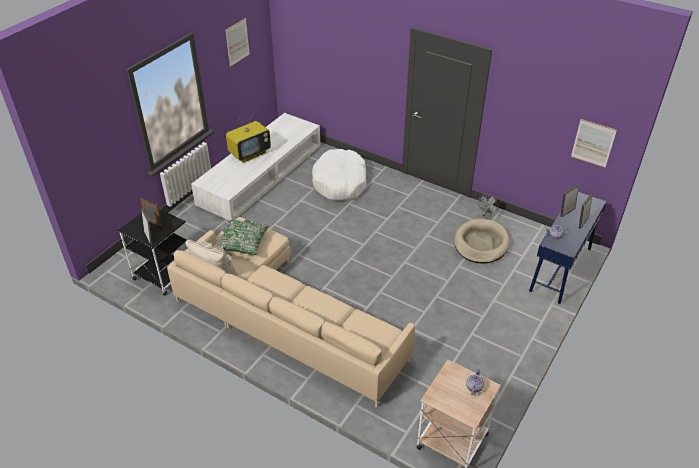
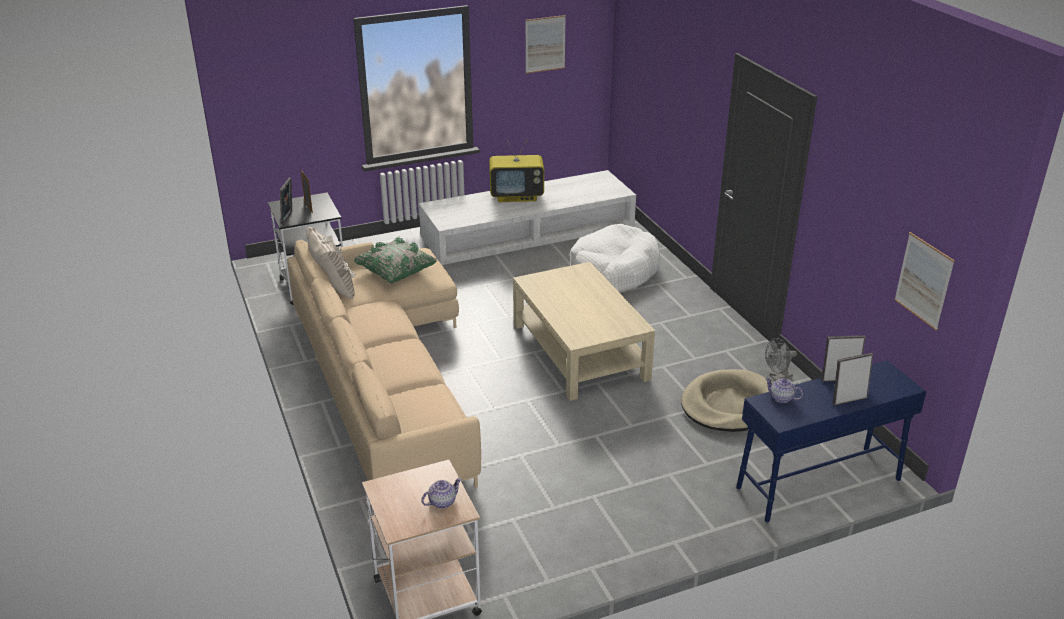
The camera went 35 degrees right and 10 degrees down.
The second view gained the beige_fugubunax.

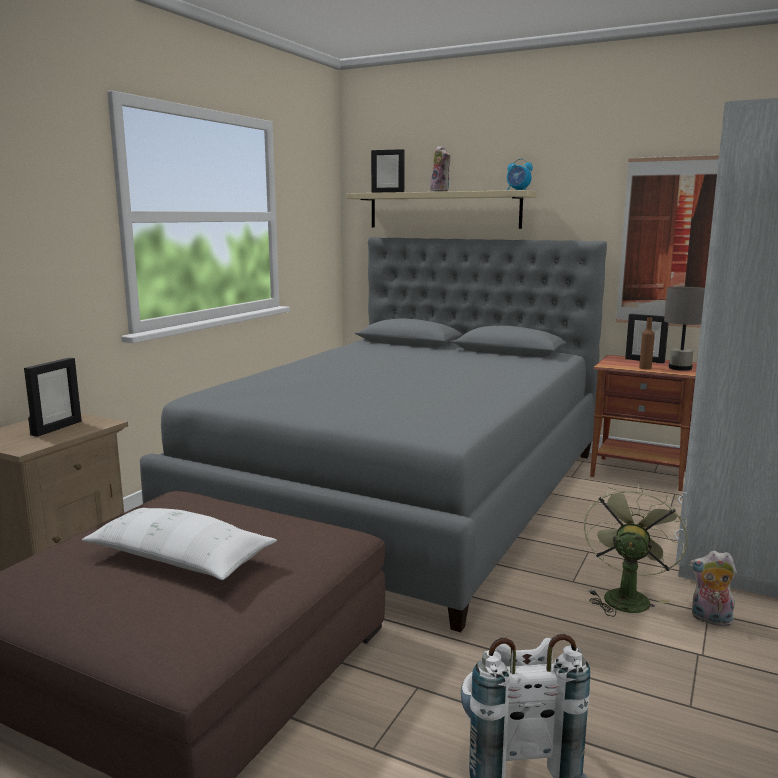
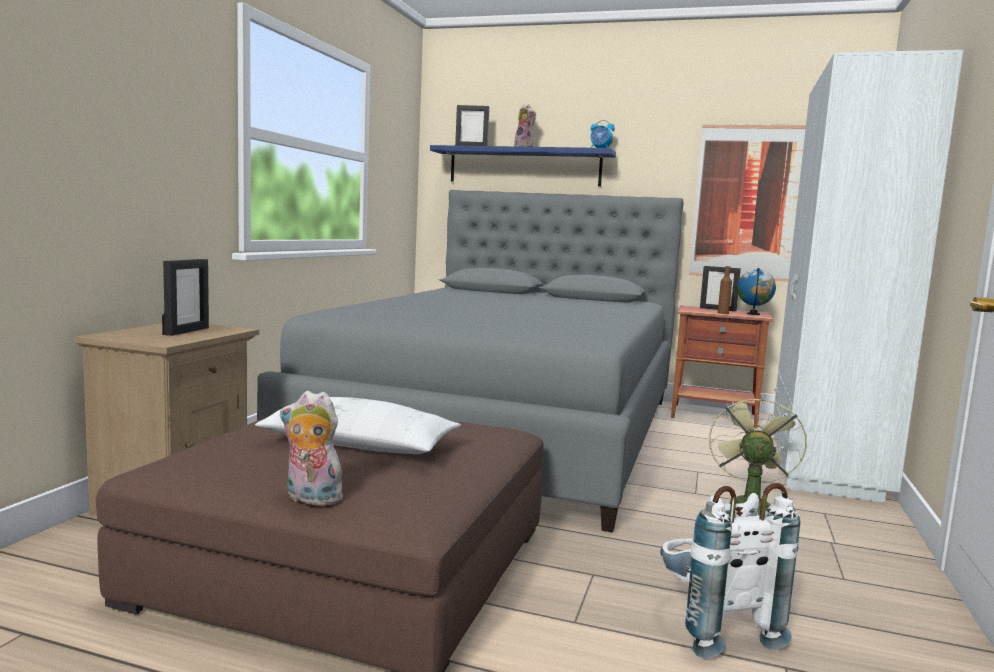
The camera went 10 degrees left and 5 degrees down.
The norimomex (2nd from left in the first image) ended up elsewhere.
Where the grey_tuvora stood, the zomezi came to stand.
What was the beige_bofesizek turned into the blue_bofesizek.

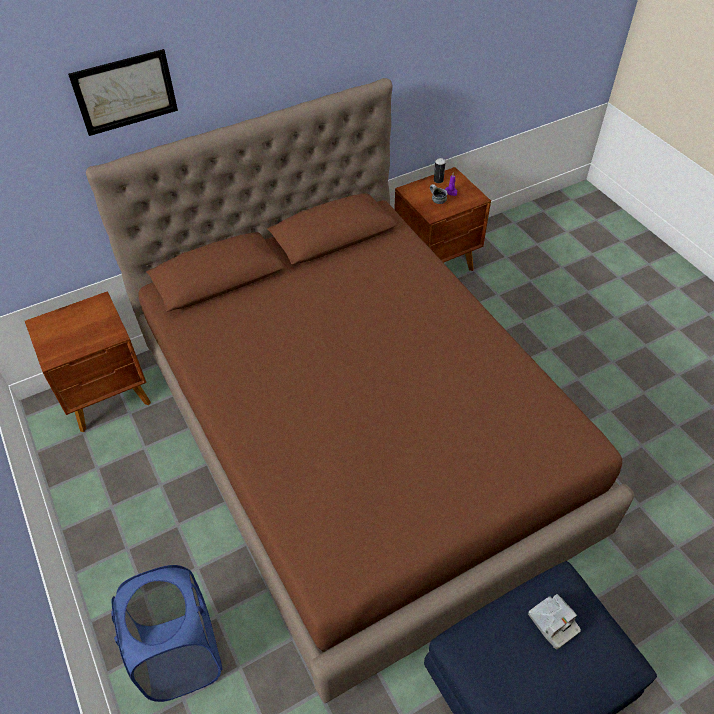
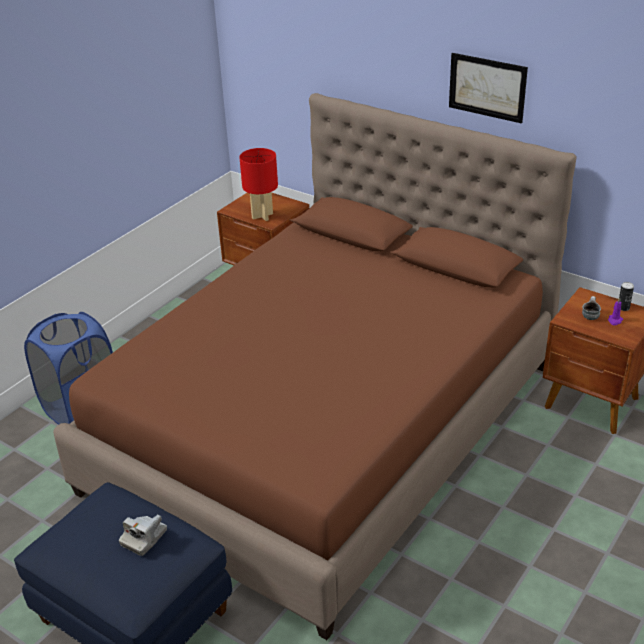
The camera went 65 degrees right and 15 degrees down.
The second view gained the red_tuvora.
The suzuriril ended up elsewhere.

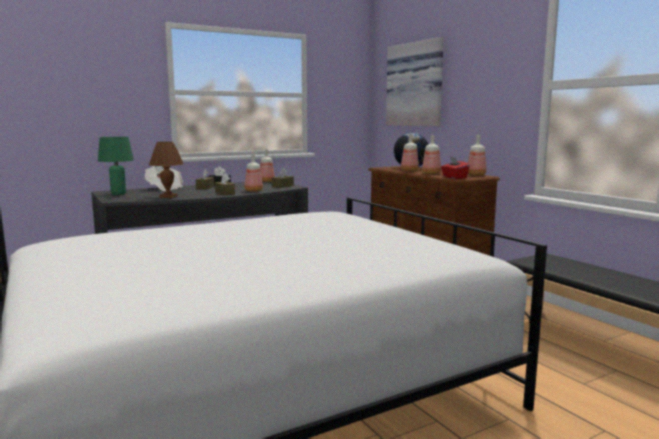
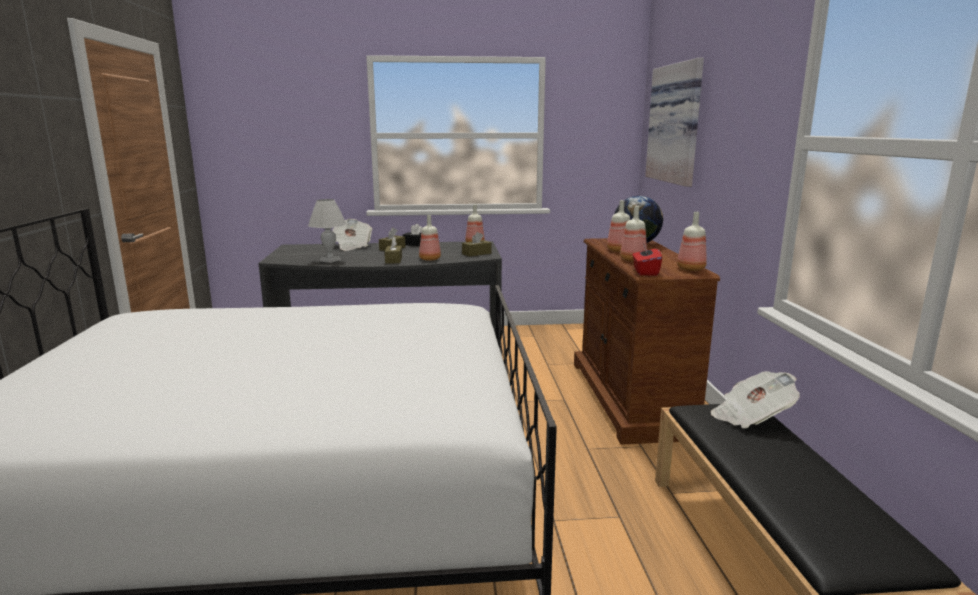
The camera went 25 degrees right and 5 degrees up.
The second view lost the green_tuvora.
The second view gained the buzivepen (2nd from left).
What was the brown_tuvora turned into the white_tuvora.

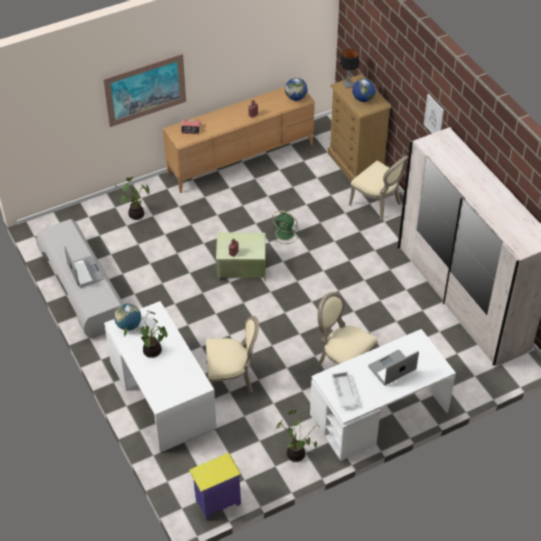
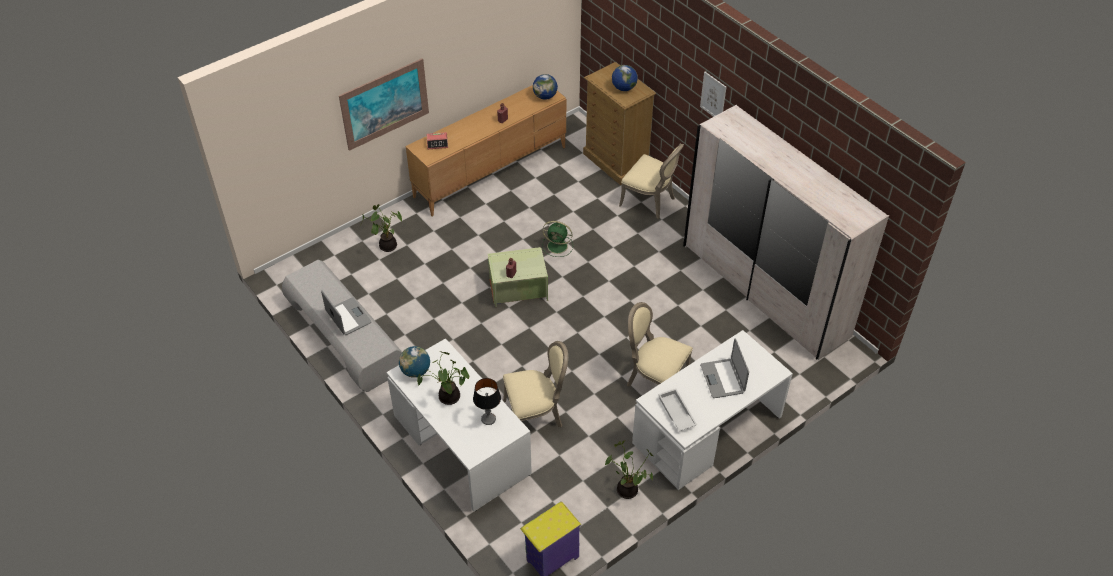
The camera went 10 degrees left and 0 degrees up.
The tuvora ended up elsewhere.
The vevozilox (2nd from left) ended up facing another way, 60 degrees counterclockwise from before.

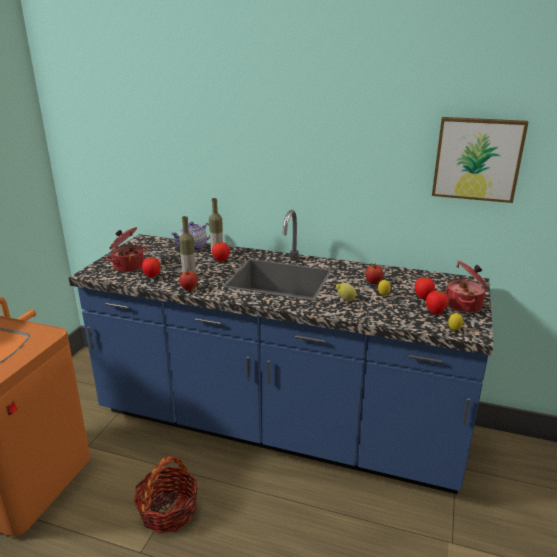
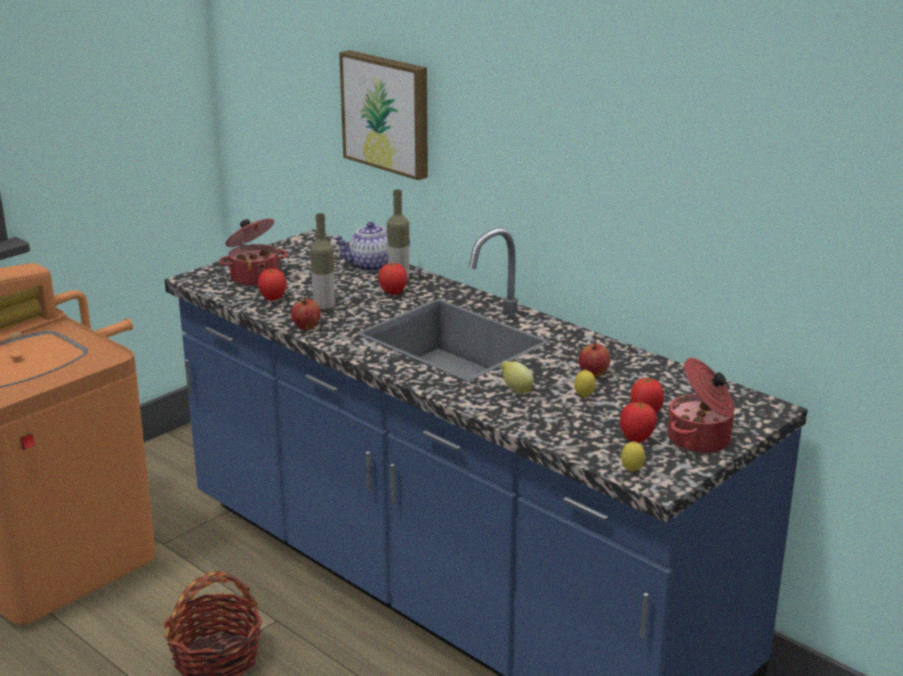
The camera went 25 degrees right and 0 degrees up.
The suzuriril ended up elsewhere.

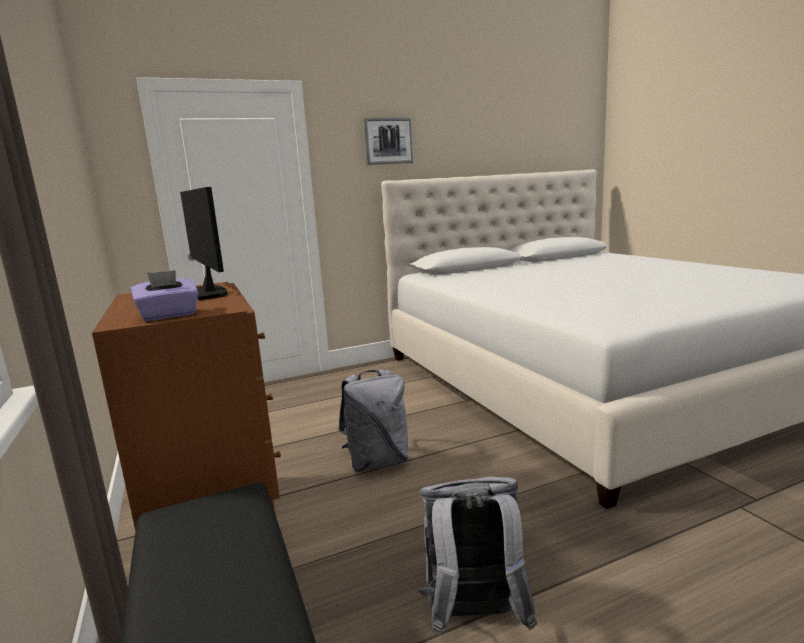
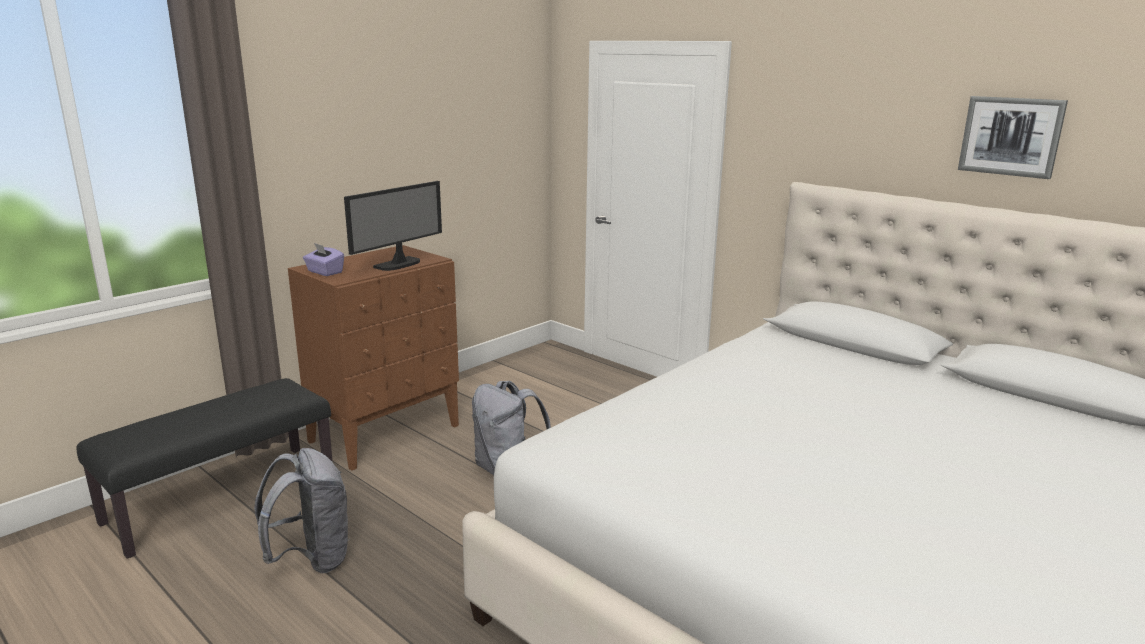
The camera went 65 degrees right and 5 degrees up.
The suzuriril ended up elsewhere.

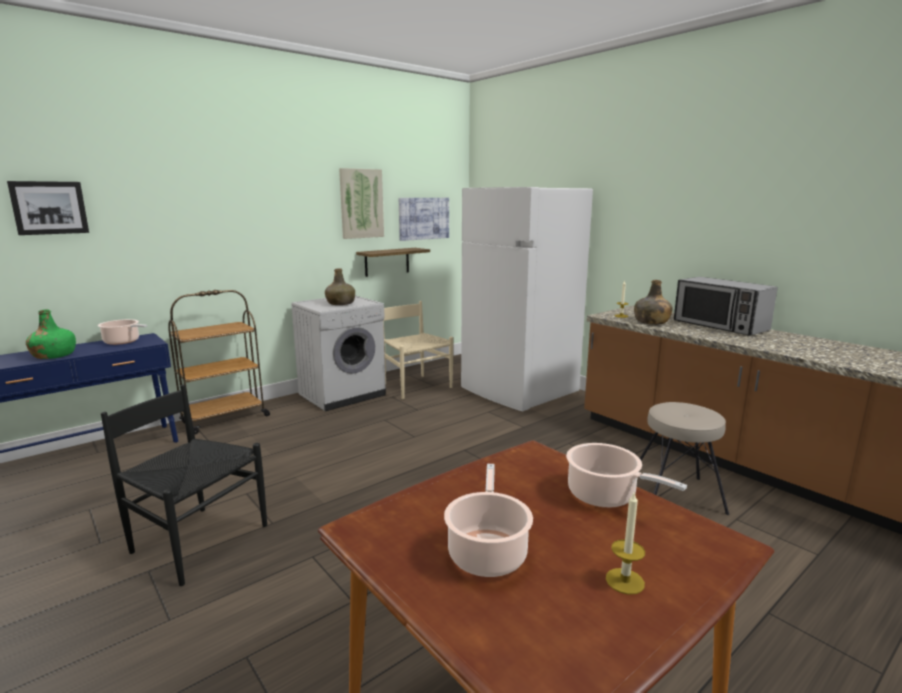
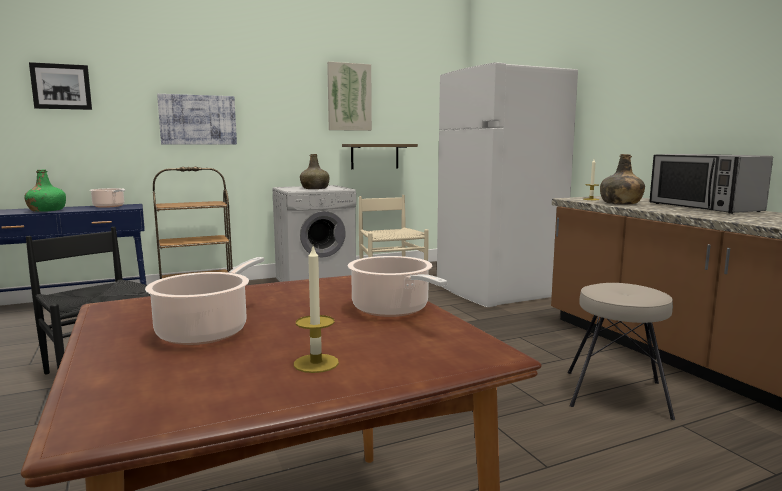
The camera went 15 degrees right and 5 degrees down.
The suzuriril (3rd from left in the first image) ended up elsewhere.

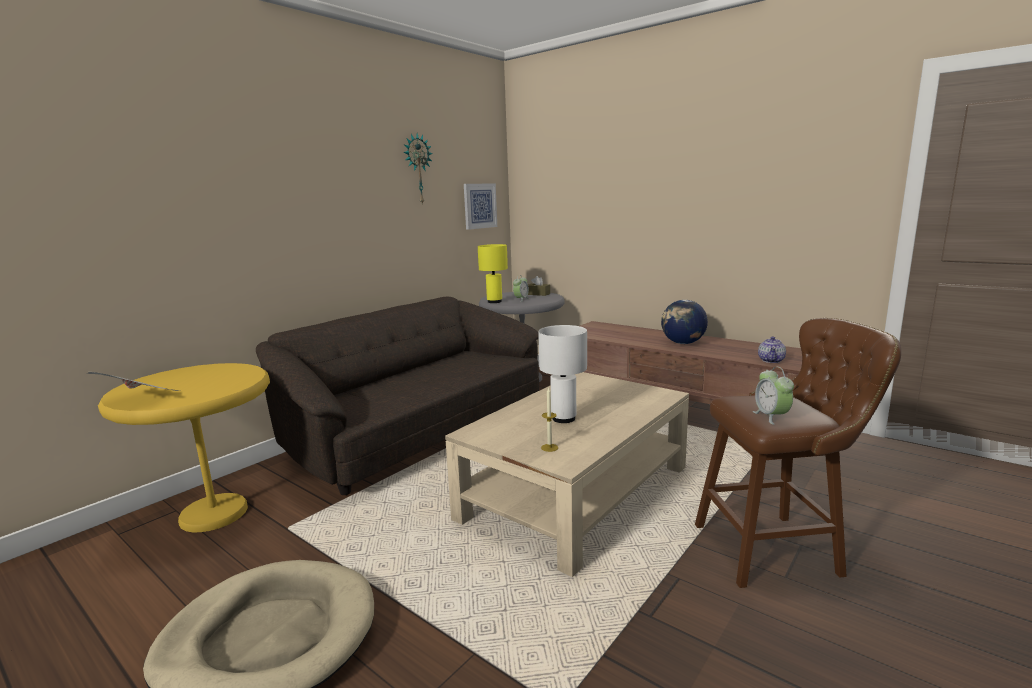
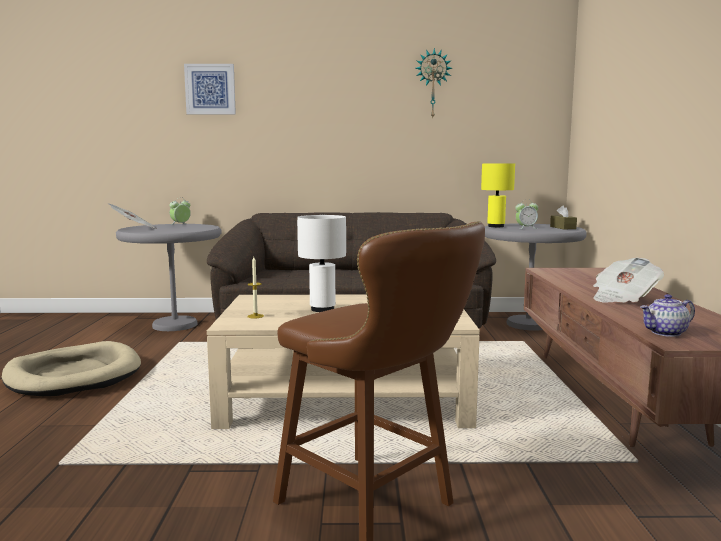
The camera went 50 degrees right and 5 degrees down.
The suzuriril ended up elsewhere.
The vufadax (2nd from left in the first image) ended up elsewhere.
Where the zomezi stood, the buzivepen (2nd from left) came to stand.
What was the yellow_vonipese turned into the grey_vonipese (1st from left).

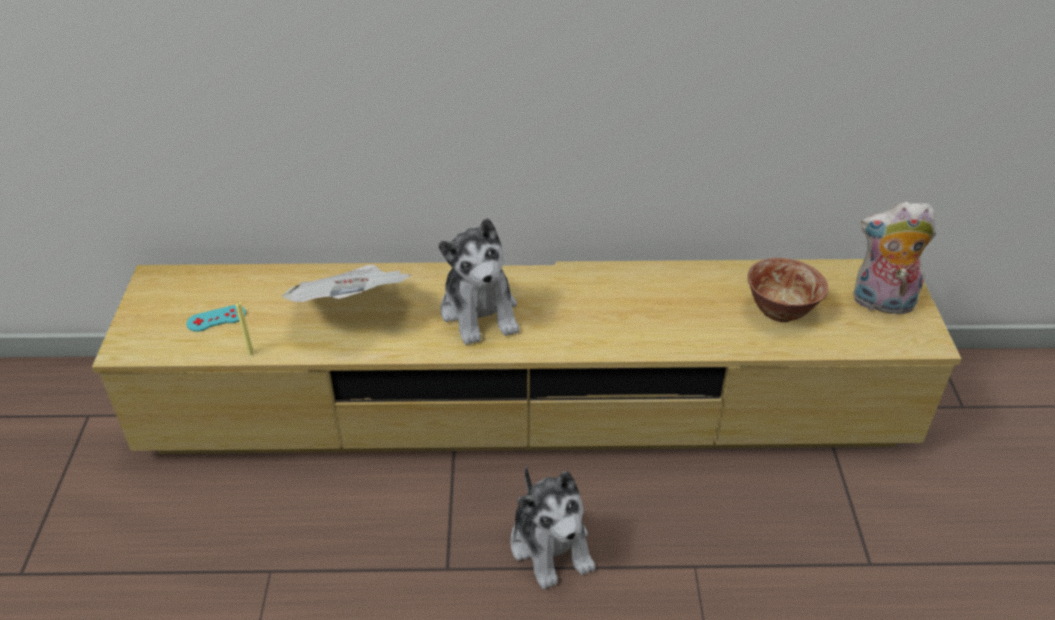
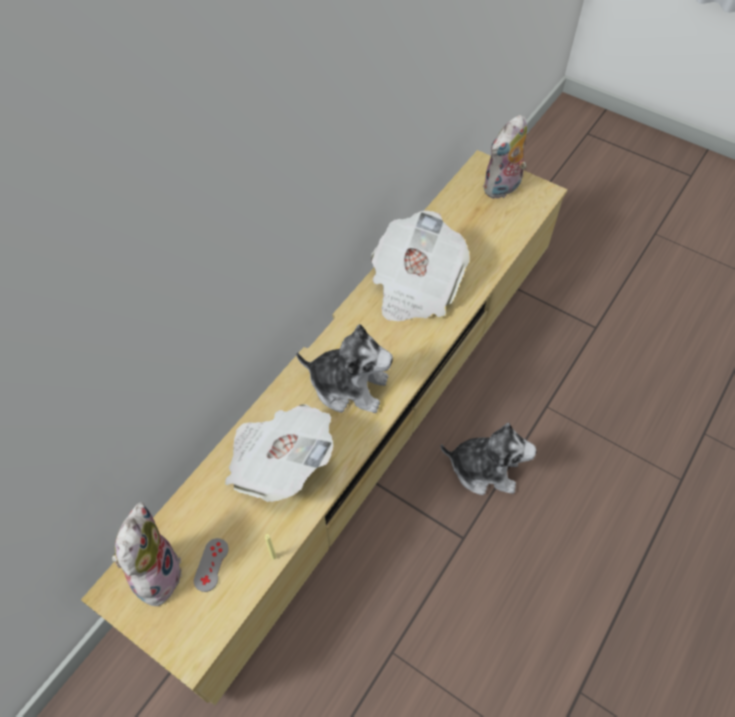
The camera went 55 degrees left and 15 degrees up.
The second view lost the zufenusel.
The second view gained the norimomex (1st from left).
The second view gained the buzivepen (2nd from left).
What was the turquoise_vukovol turned into the grey_vukovol.

